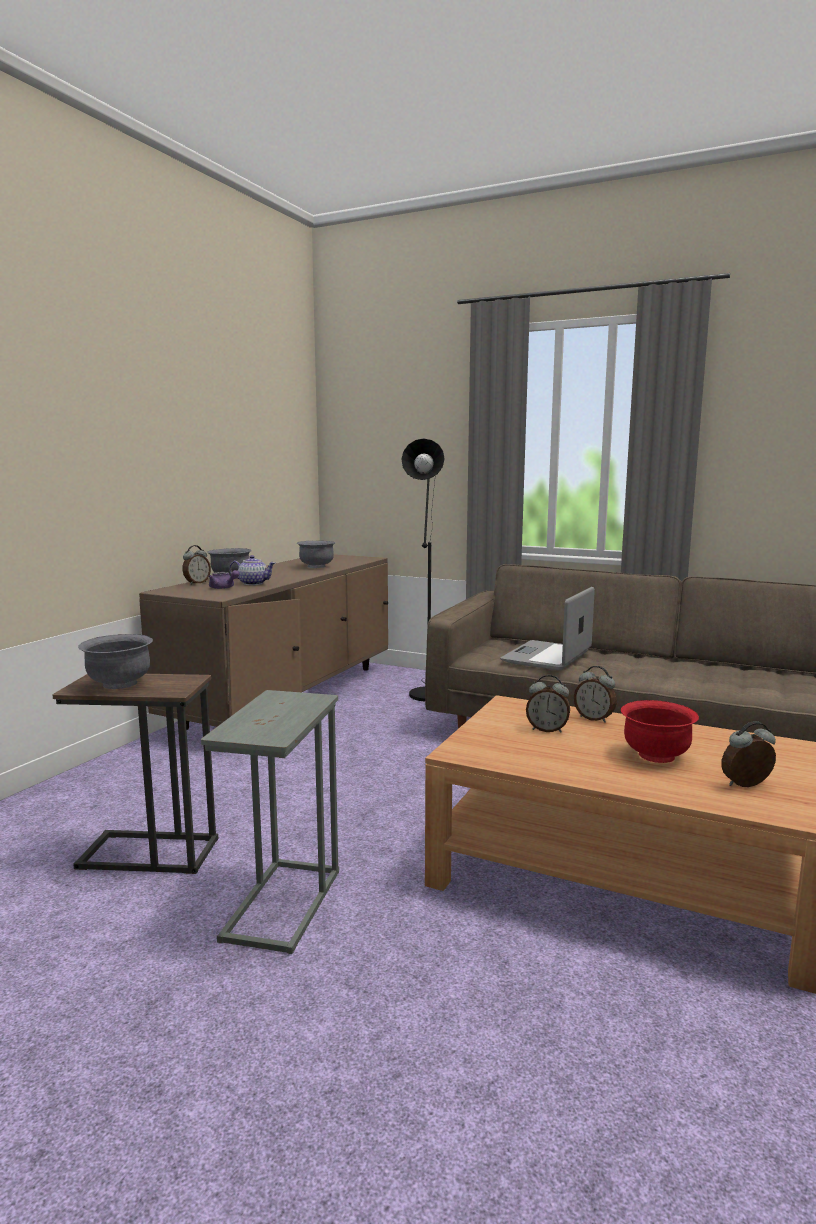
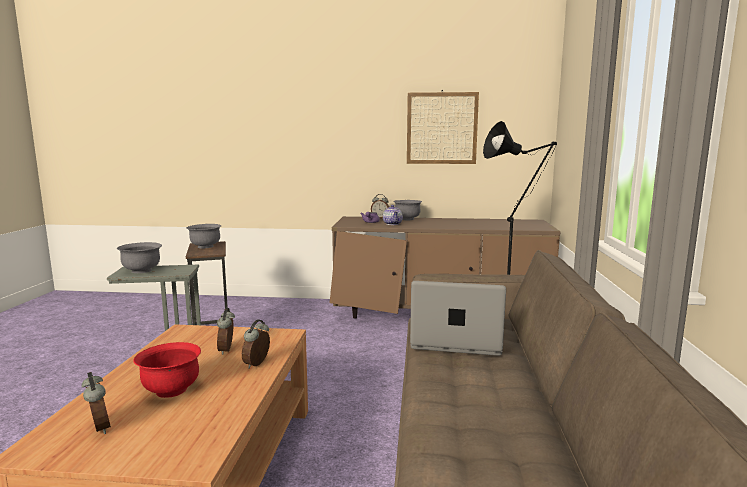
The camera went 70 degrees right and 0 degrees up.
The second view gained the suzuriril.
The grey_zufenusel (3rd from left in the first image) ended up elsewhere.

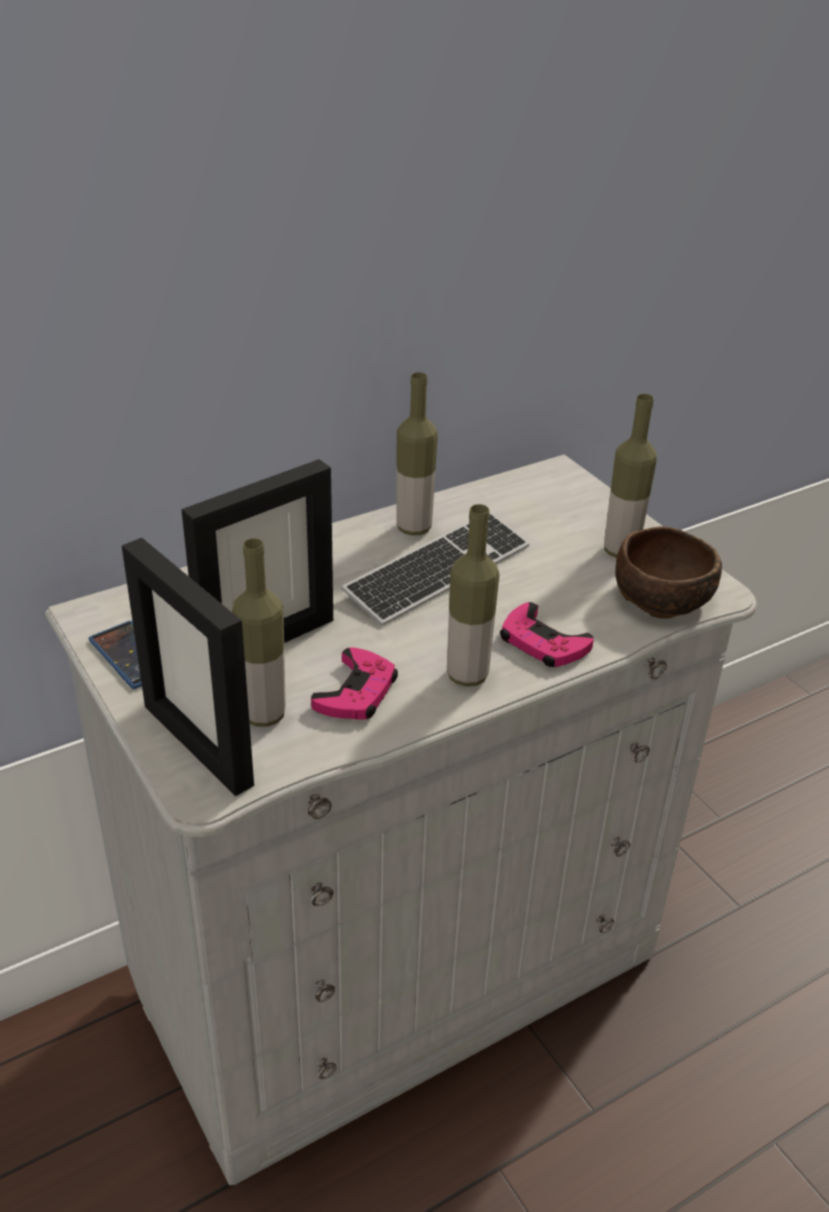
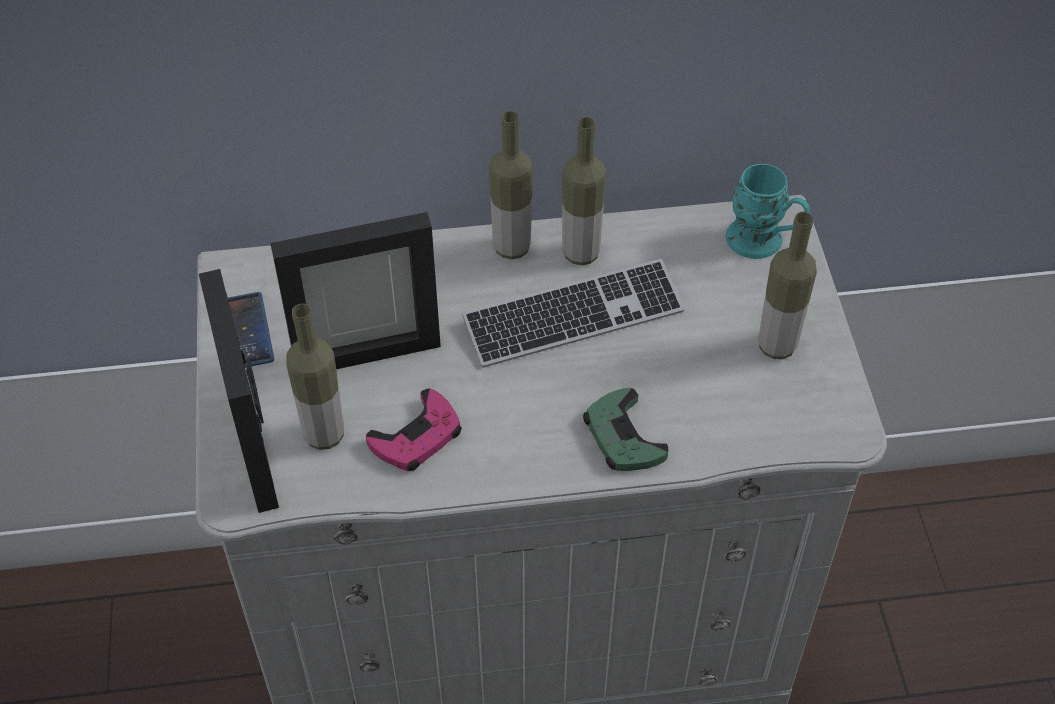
The camera went 25 degrees right and 15 degrees up.
The second view lost the brown_zufenusel.
The second view gained the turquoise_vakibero.
The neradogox (3rd from left in the first image) ended up elsewhere.
What was the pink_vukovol (2nd from left) turned into the green_vukovol.

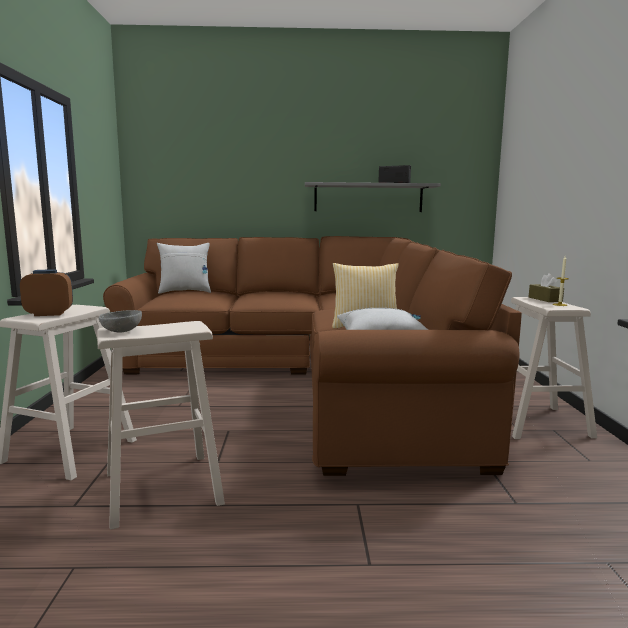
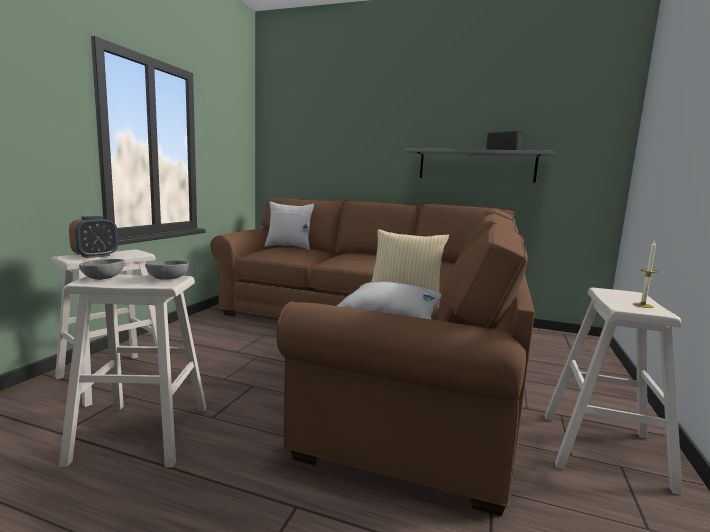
The camera went 20 degrees right and 0 degrees up.
The second view lost the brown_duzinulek.
The second view gained the grey_zufenusel (2nd from left).
The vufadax ended up facing another way, 120 degrees clockwise from before.

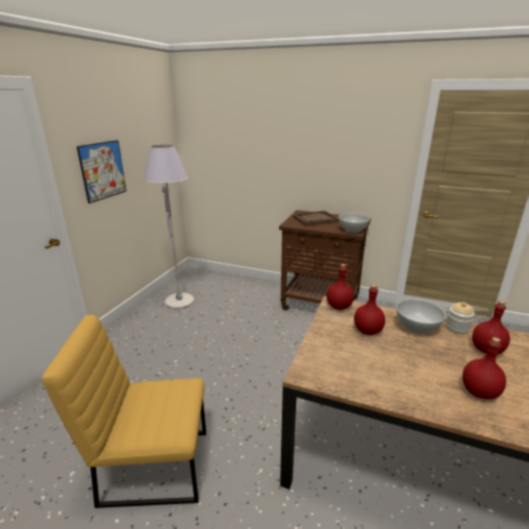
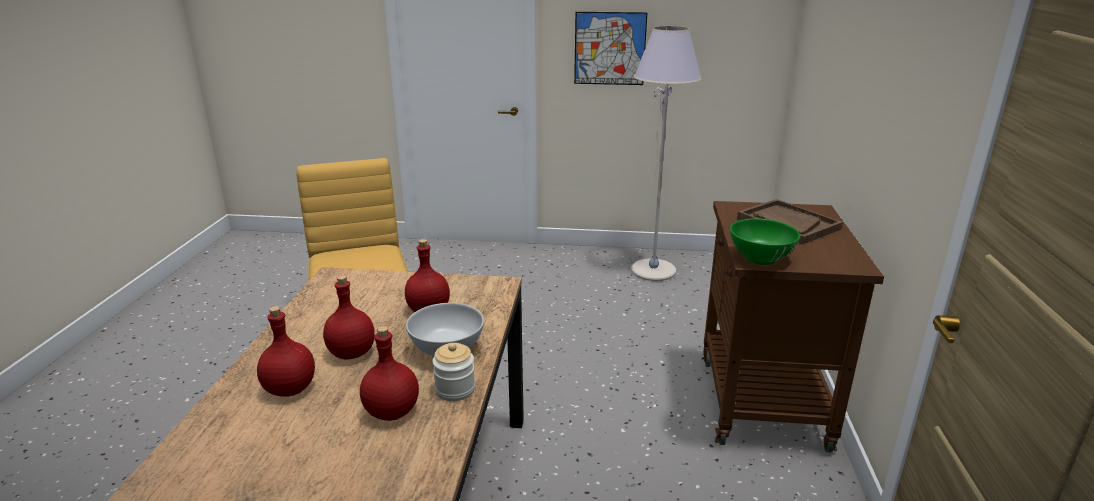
The camera went 75 degrees right and 0 degrees up.
The red_neradogox (1st from left in the first image) ended up elsewhere.
What was the white_zufenusel (1st from left) turned into the green_zufenusel.

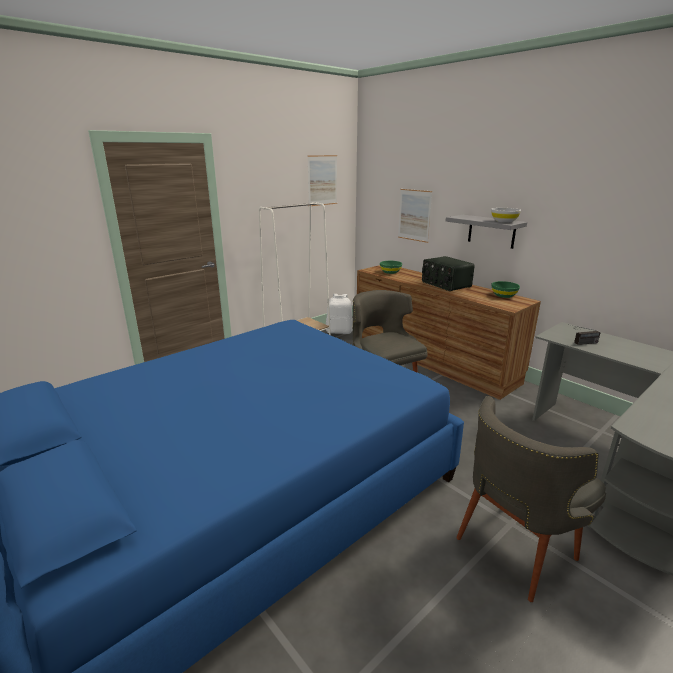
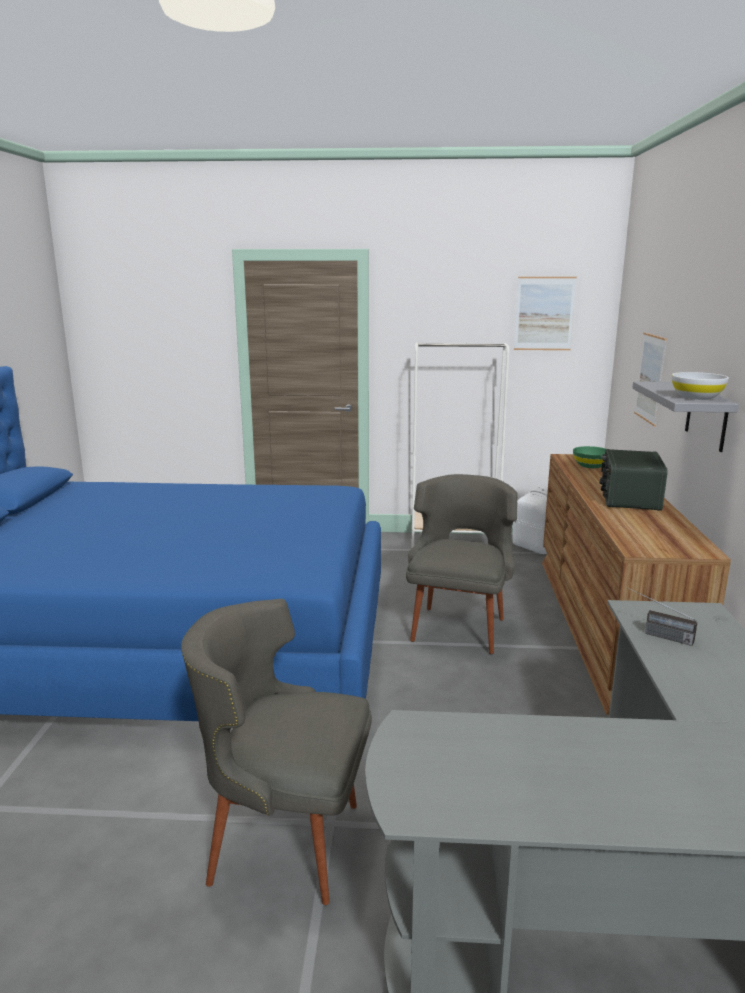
The camera went 45 degrees right and 5 degrees down.
The second view lost the green_zufenusel (2nd from left).

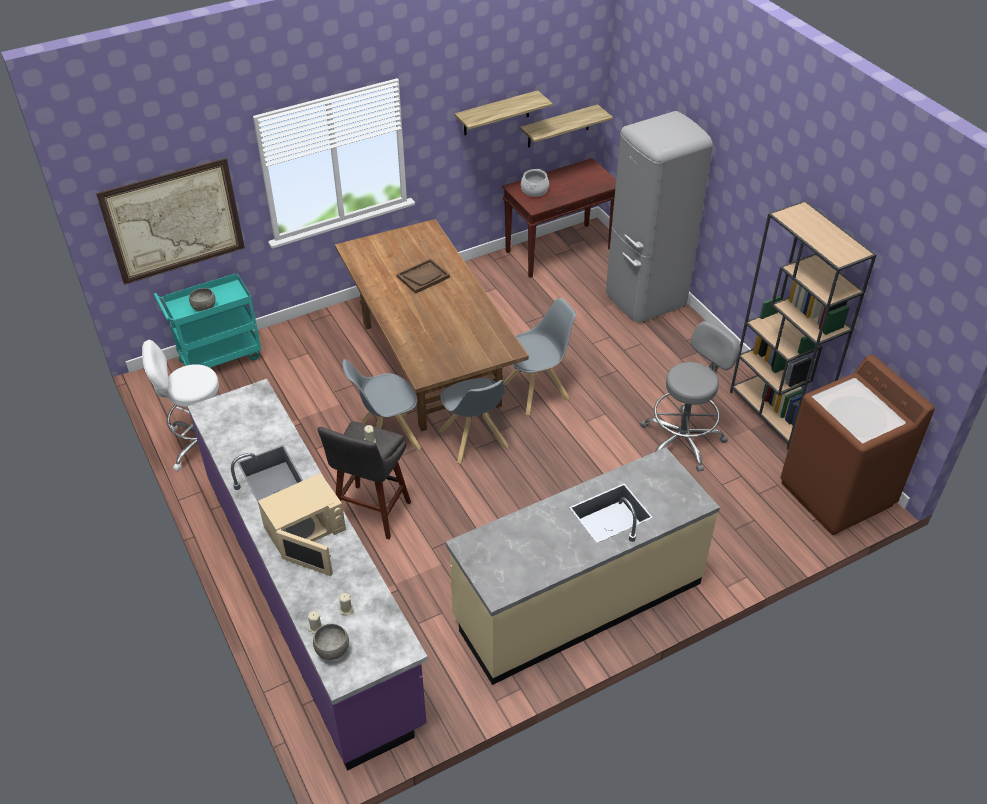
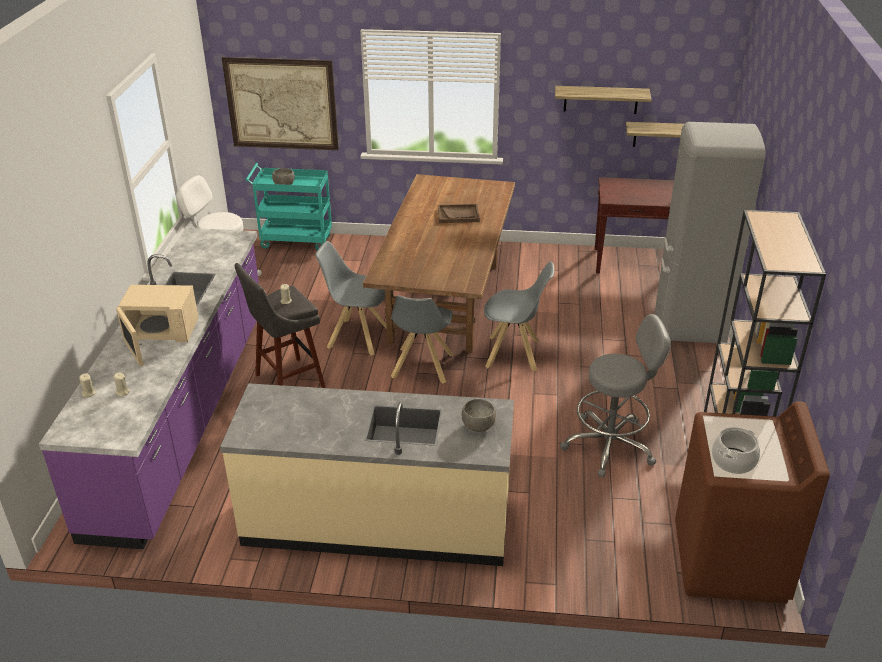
The camera went 35 degrees right and 10 degrees down.
The grey_zufenusel (2nd from left) ended up elsewhere.
The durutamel ended up elsewhere.

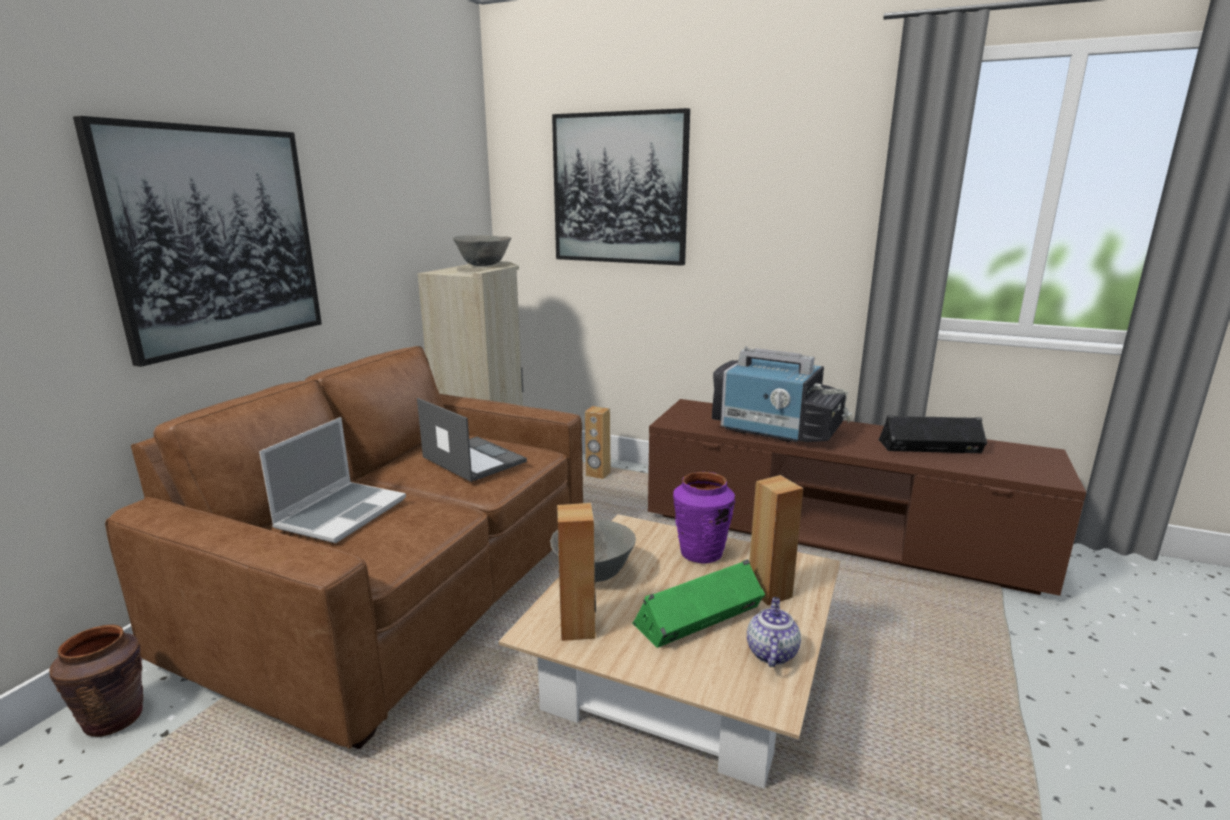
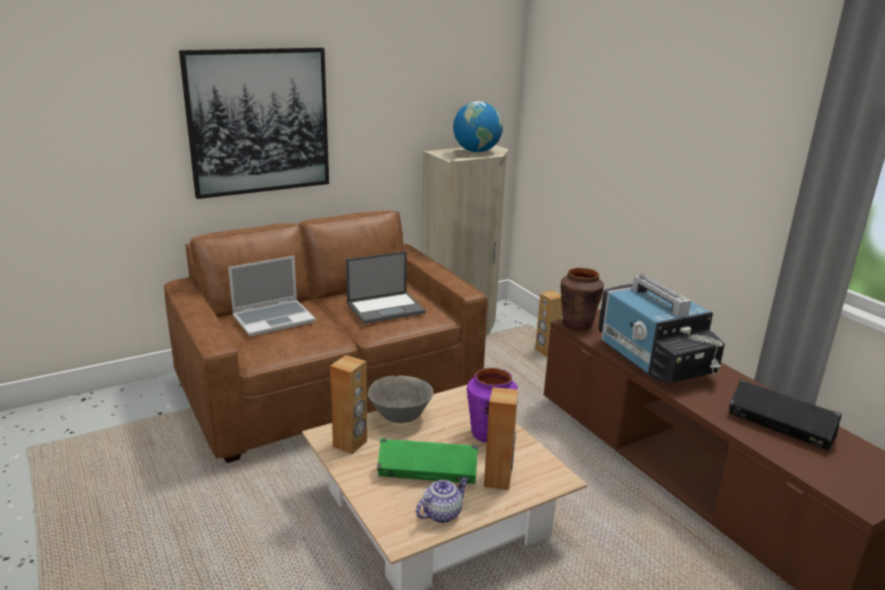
The camera went 35 degrees right and 5 degrees up.
The second view lost the suzuriril (2nd from left).
The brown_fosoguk ended up elsewhere.
Where the grey_zufenusel (1st from left) stood, the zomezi came to stand.
The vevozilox (2nd from left) ended up facing another way, 75 degrees clockwise from before.

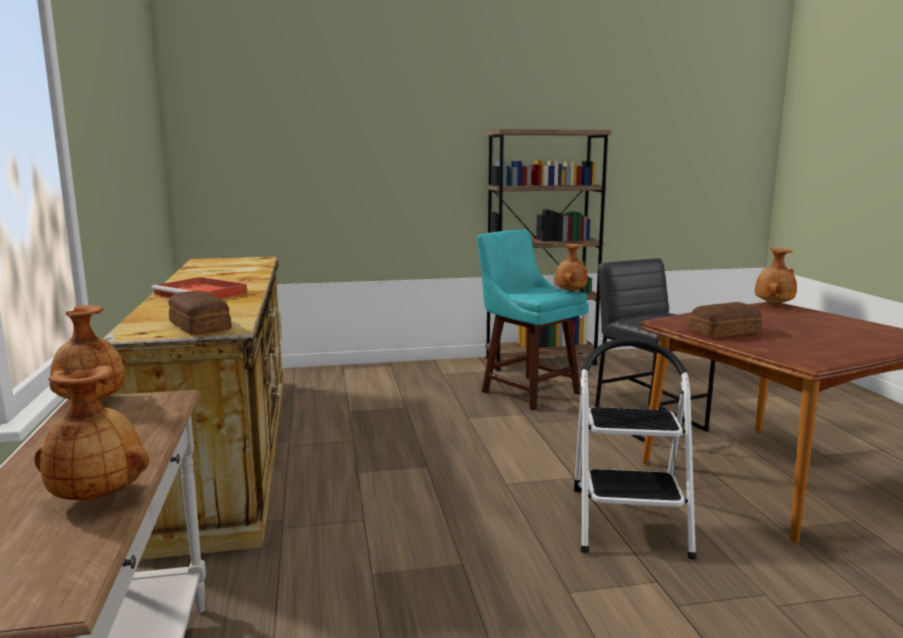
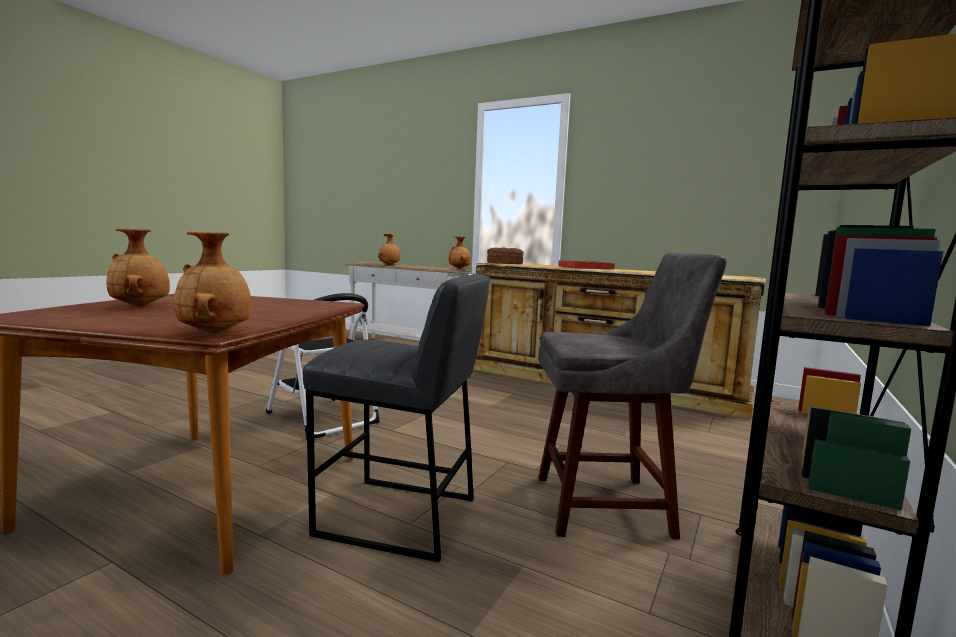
The camera went 130 degrees right and 5 degrees down.
The second view lost the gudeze (2nd from left).
The brown_fosoguk (3rd from left in the first image) ended up elsewhere.
What was the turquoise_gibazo turned into the grey_gibazo (2nd from left).

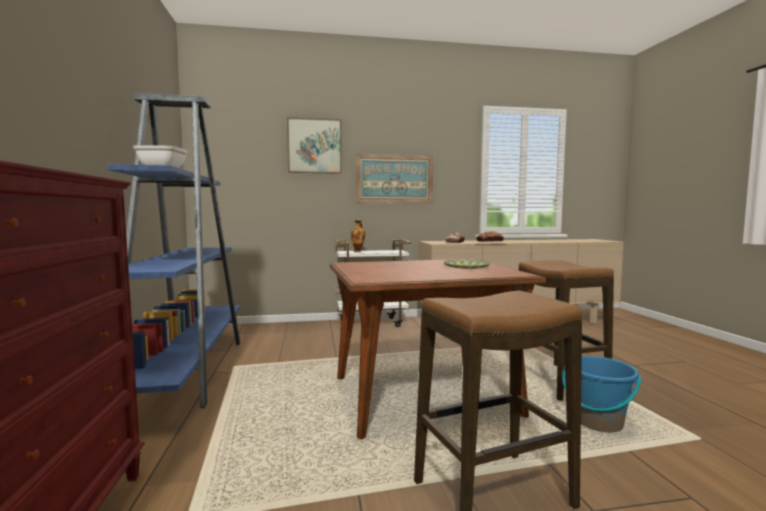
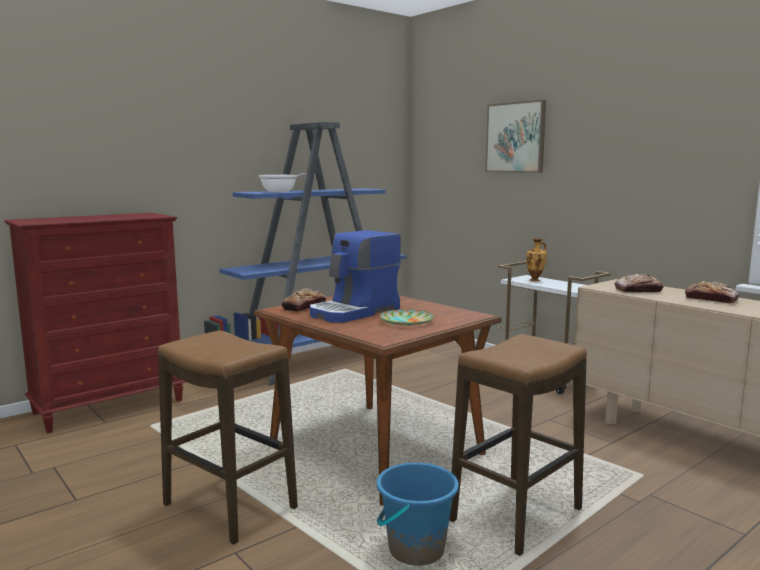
The camera went 60 degrees right and 5 degrees up.
The second view lost the suzuriril (2nd from left).
The second view gained the gudeze (1st from left).
The second view gained the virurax.

